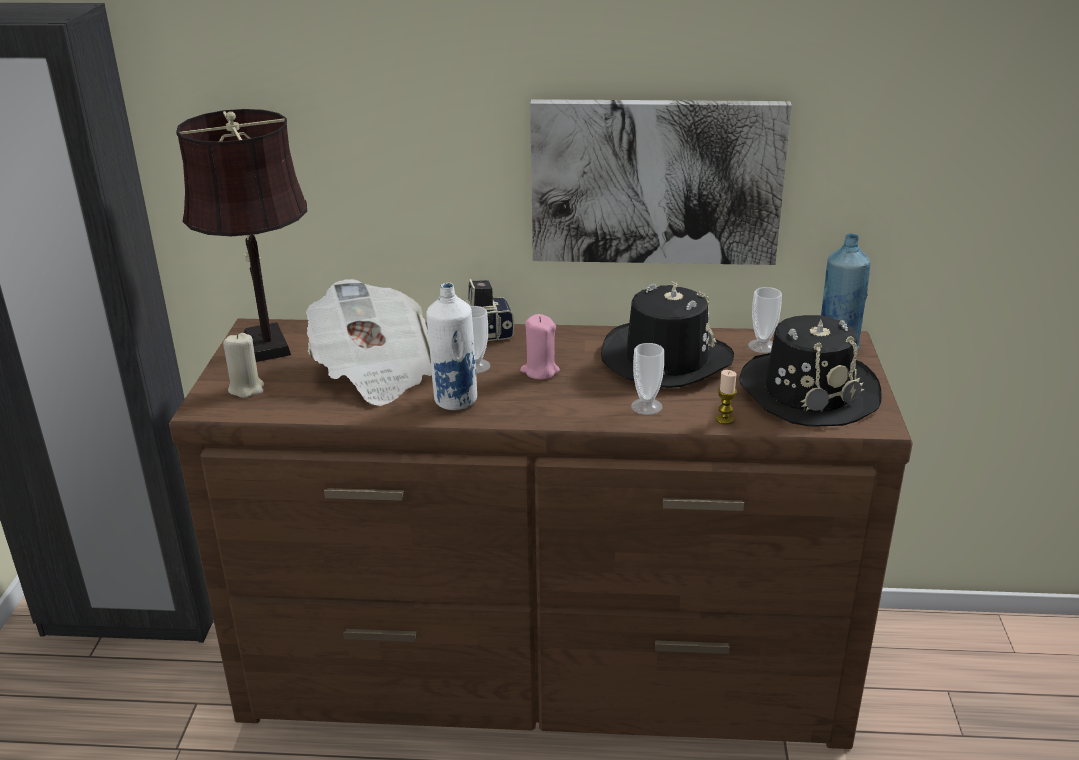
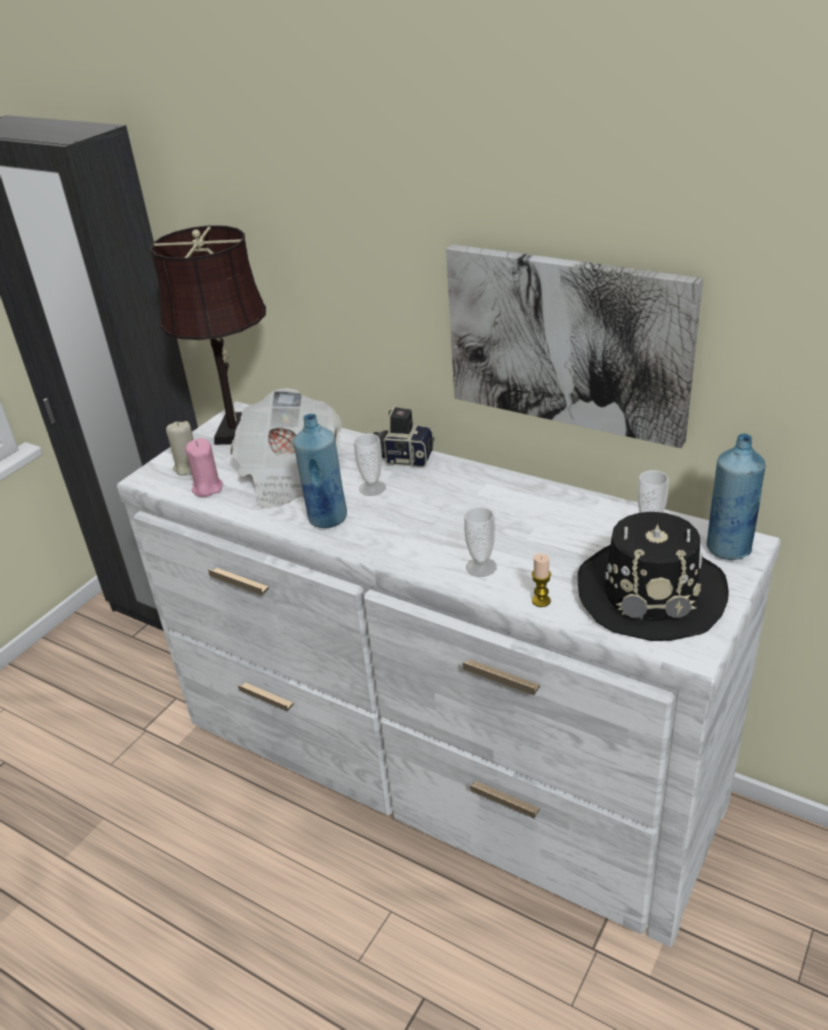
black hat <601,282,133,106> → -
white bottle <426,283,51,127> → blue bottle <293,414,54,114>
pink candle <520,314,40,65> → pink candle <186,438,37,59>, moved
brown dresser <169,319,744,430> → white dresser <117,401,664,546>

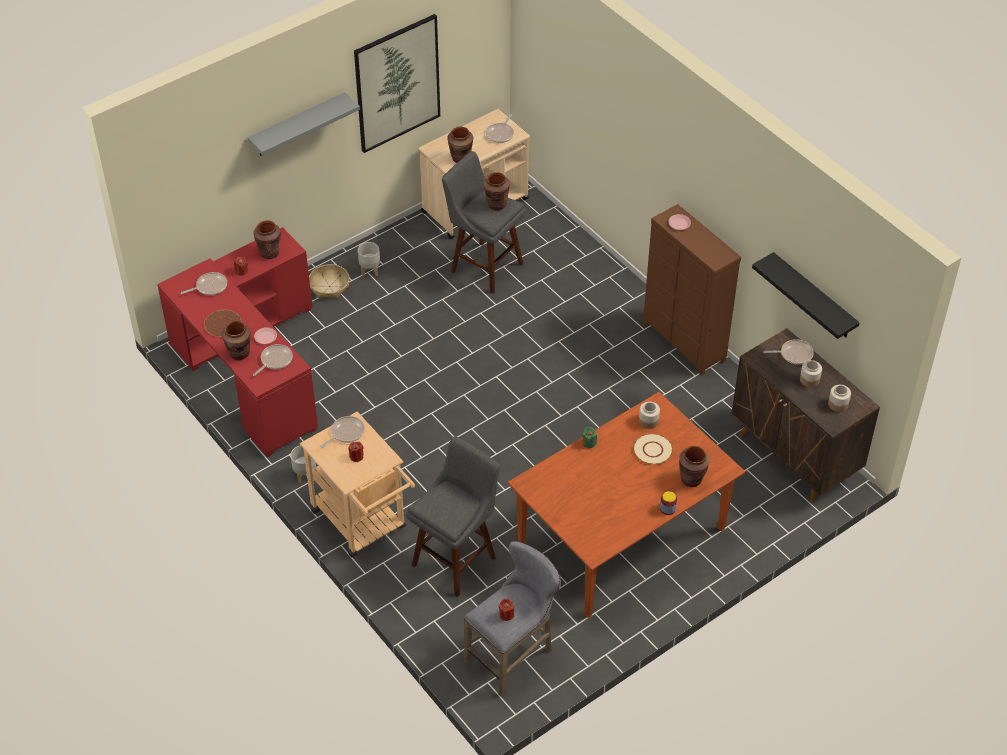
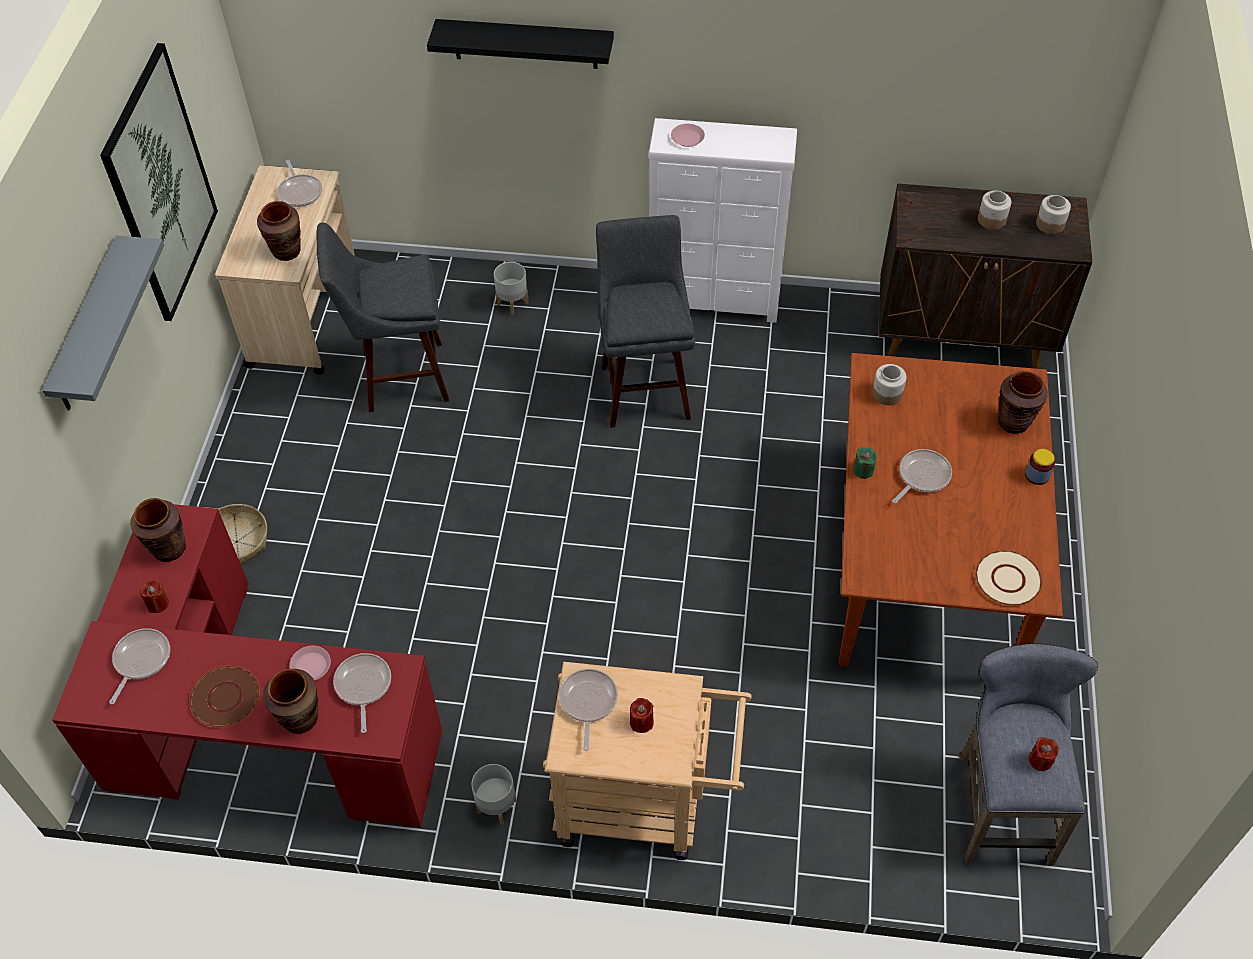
brown vase <484,172,26,39> → -
brown dresser <643,204,98,171> → white dresser <649,118,148,205>
grey planter <358,242,22,34> → grey planter <494,262,35,53>, moved
black shelf <752,252,108,87> → black shelf <427,19,187,50>, moved
frying pan <763,339,51,26> → frying pan <892,449,60,55>, moved
beige plate <633,433,40,32> → beige plate <975,550,67,56>, moved
grey stool <406,437,94,160> → grey stool <596,215,99,213>, moved

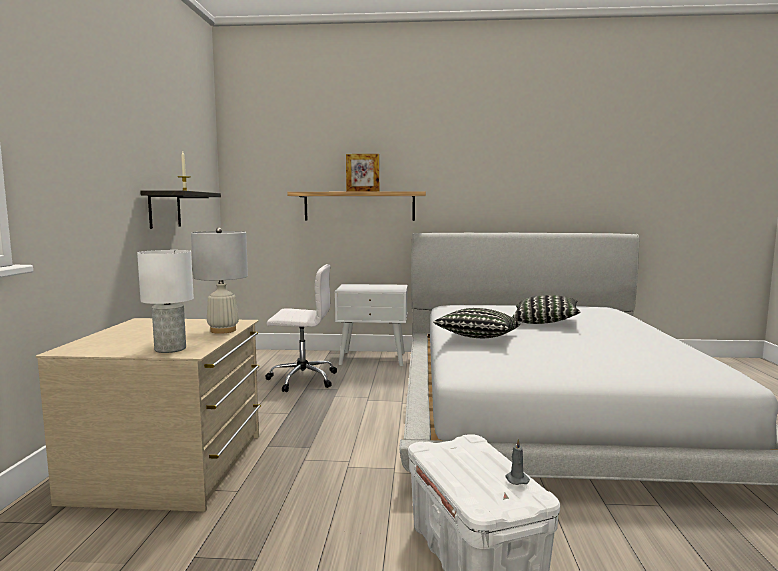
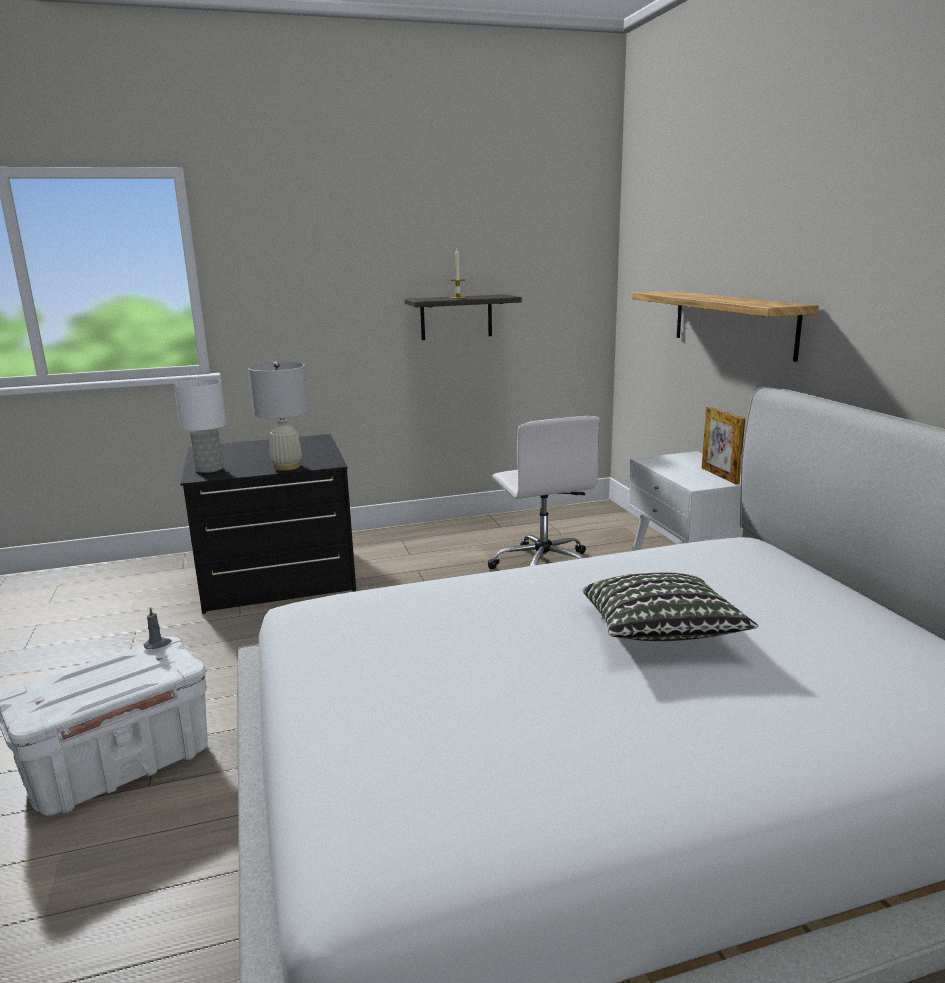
picture frame <346,154,33,38> → picture frame <702,407,43,77>, moved
pillow <433,308,87,30> → -
beige dresser <36,318,225,194> → black dresser <180,434,176,180>
grey candle <505,438,25,47> → grey candle <144,607,28,42>, moved

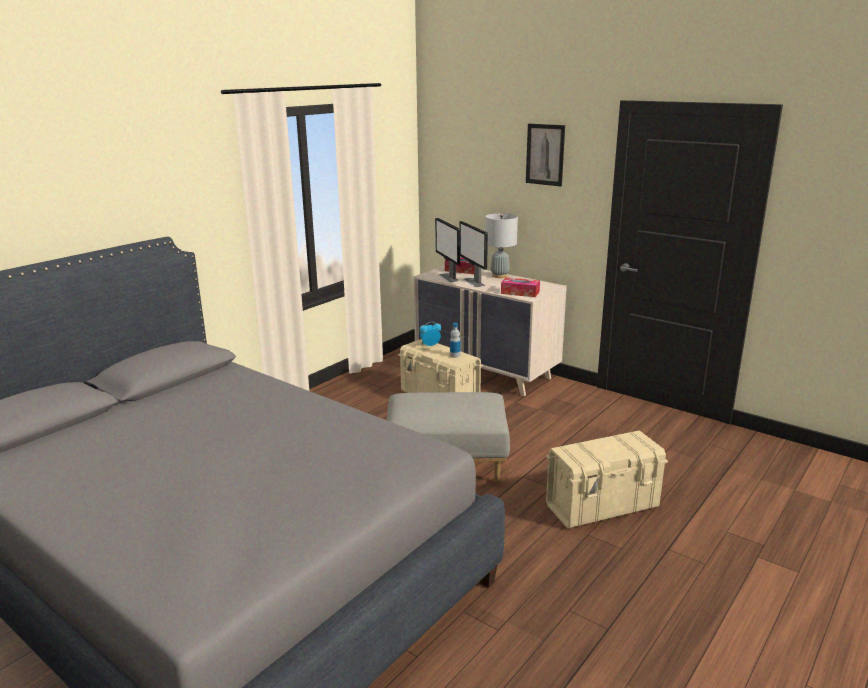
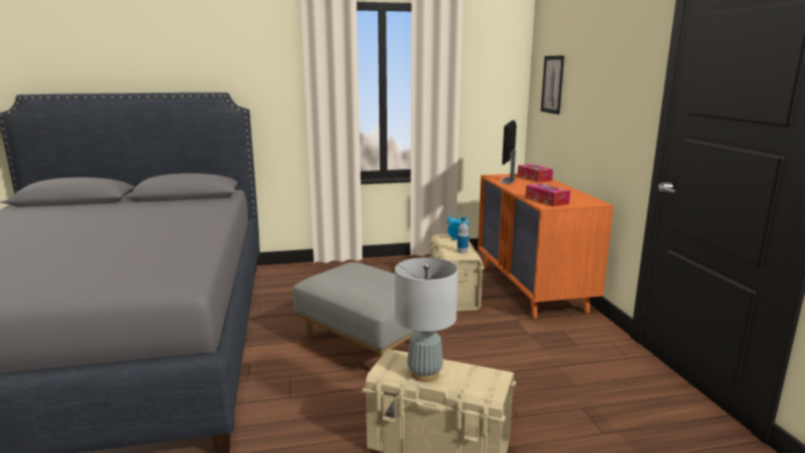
picture <526,124,39,62> → picture <541,55,23,60>, moved
grey table lamp <485,213,33,65> → grey table lamp <395,257,63,125>, moved
monitor <459,221,29,66> → -
beige dresser <413,265,154,131> → orange dresser <478,174,136,145>

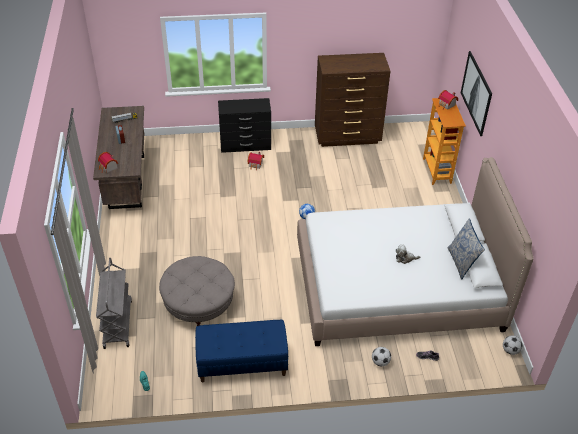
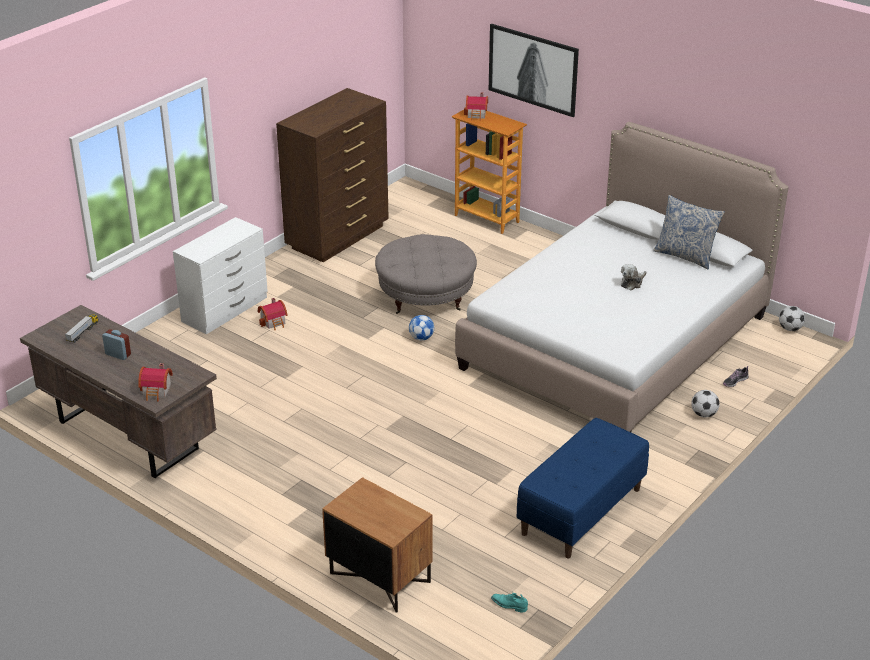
black dresser <218,98,53,55> → white dresser <173,217,95,117>
grey ottoman <159,256,76,70> → grey ottoman <375,234,102,80>, moved
grey cart <96,258,36,91> → brown nightstand <322,477,111,135>

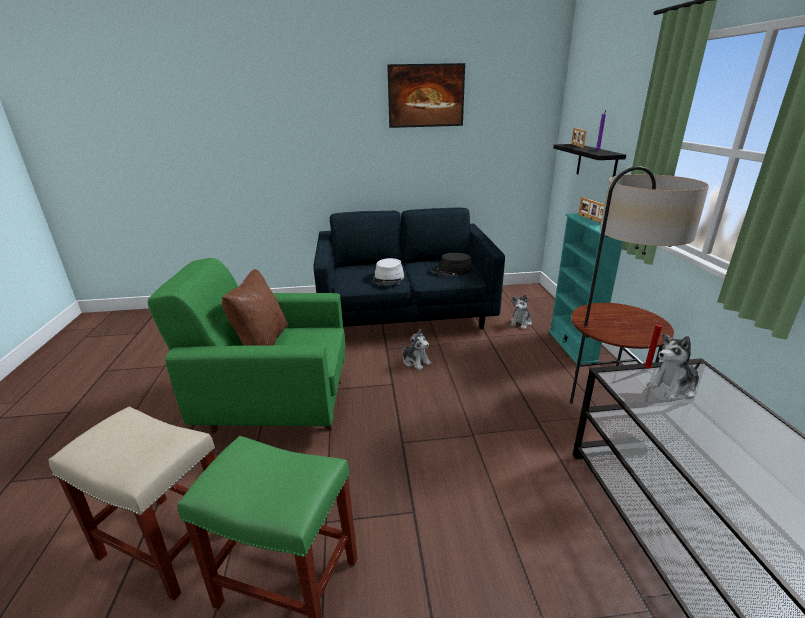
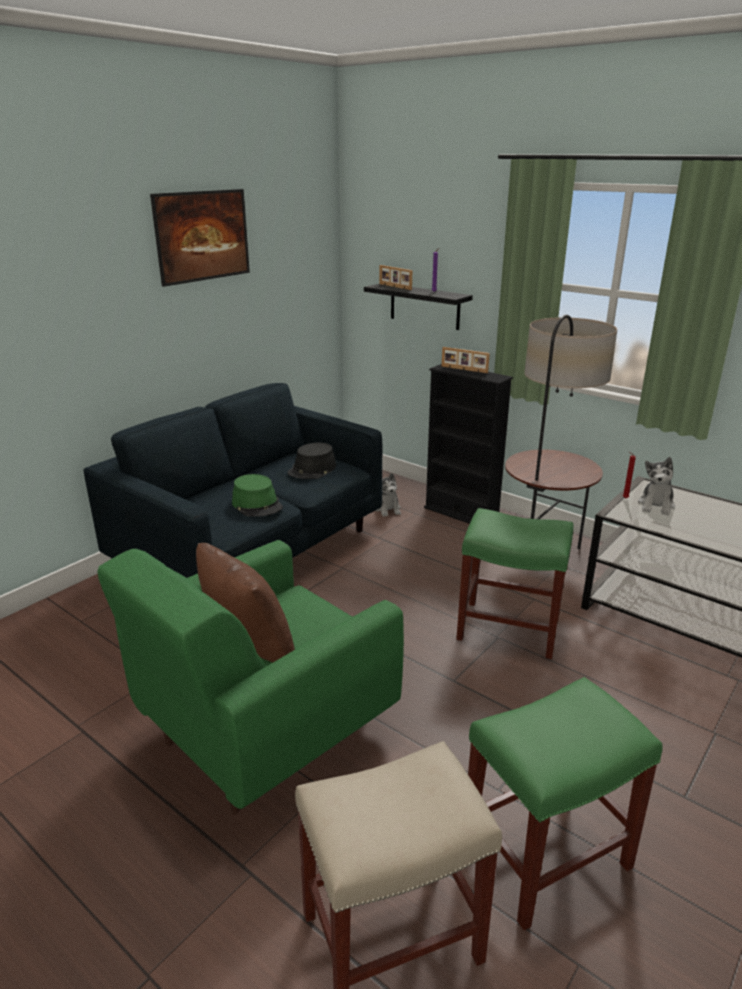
turquoise bookcase <549,213,74,151> → black bookcase <424,364,89,160>
grey hat <372,258,32,27> → green hat <232,474,51,43>
plush toy <401,329,30,41> → -
- → green stool <456,508,117,151>

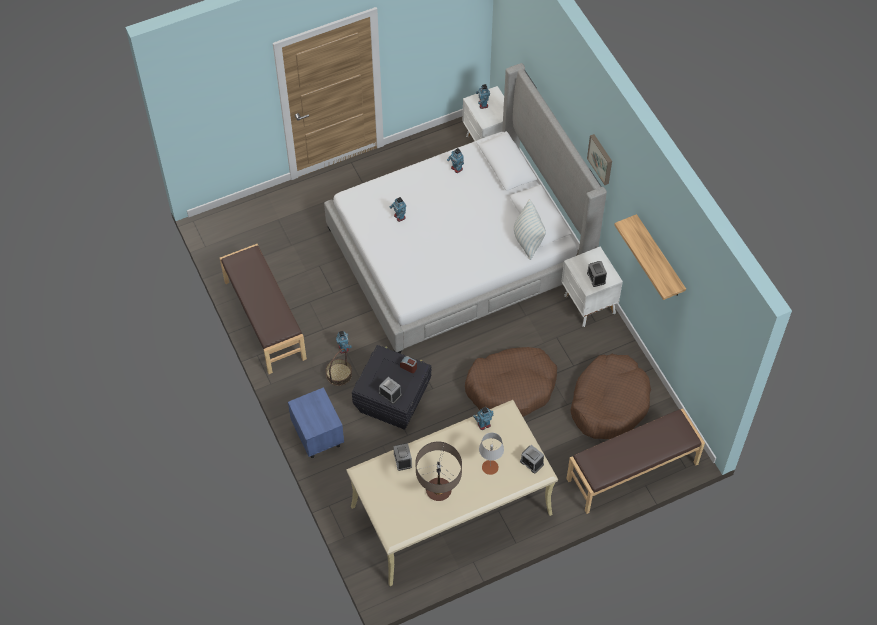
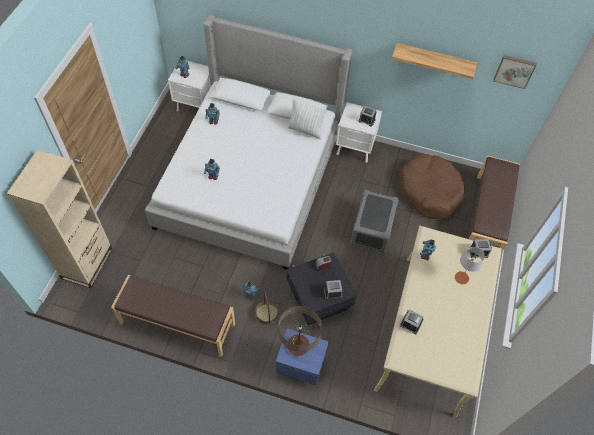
picture <587,134,25,51> → picture <493,55,44,34>, moved
brown dog bed <465,347,92,70> → grey storage box <350,190,49,63>
table lamp <416,442,46,59> → table lamp <278,306,44,50>, moved
- → beige bookcase <7,150,106,138>

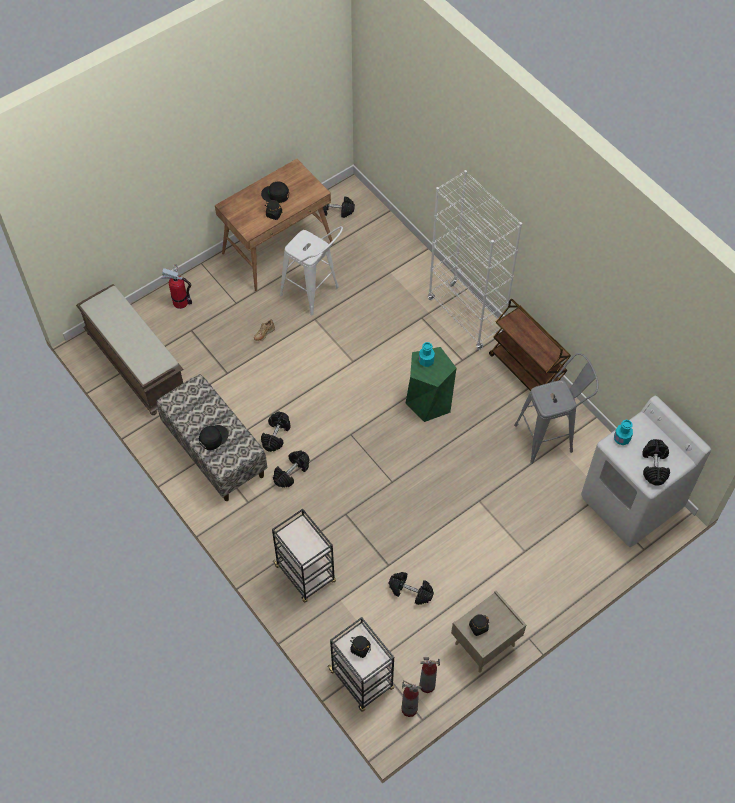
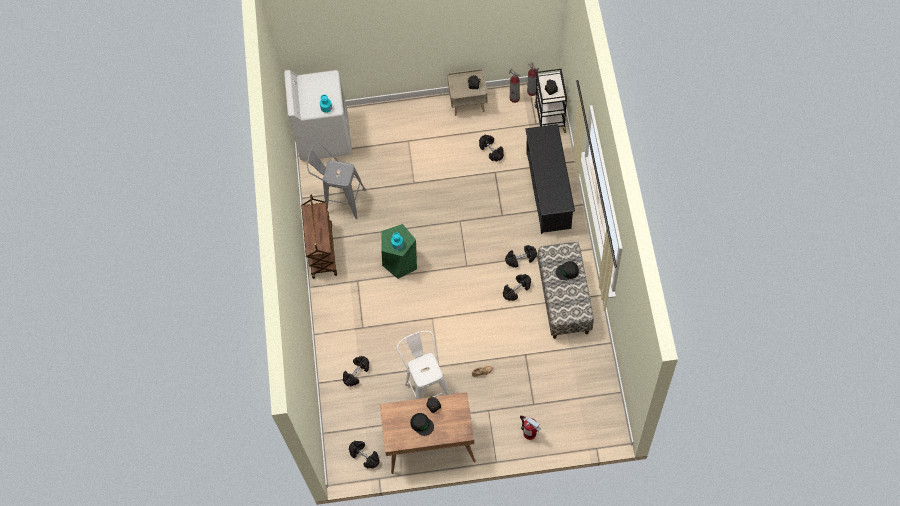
white bookcase <428,170,94,180> → -
brown bench <76,284,107,131> → -
black dumbbell <642,439,28,47> → black dumbbell <343,356,26,30>, moved
black cart <272,509,64,93> → black shoe rack <525,124,50,110>

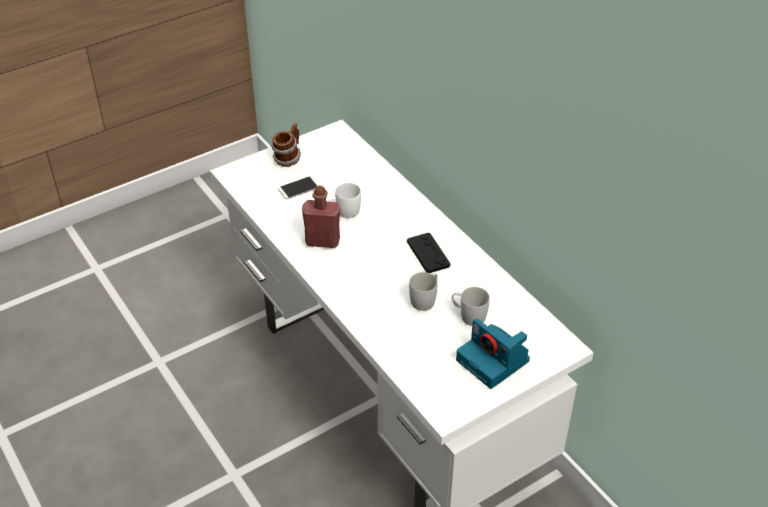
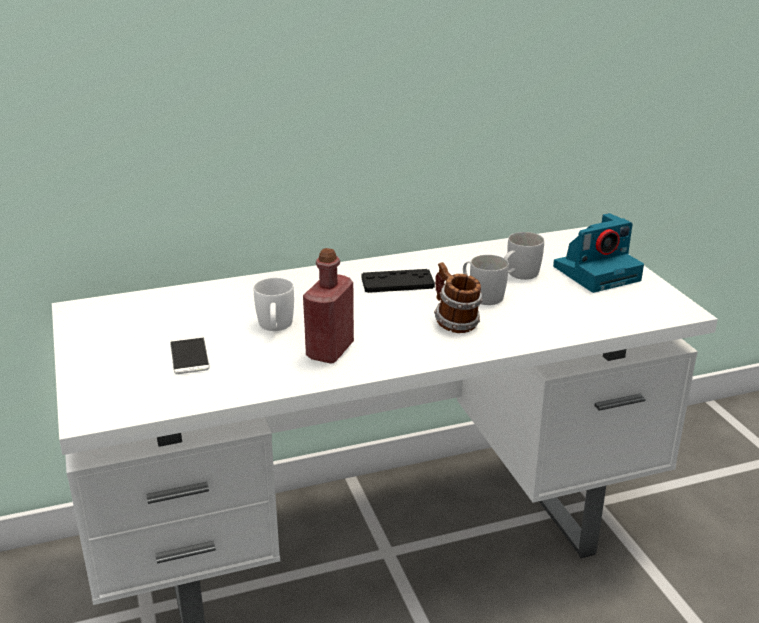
mug <271,123,30,44> → mug <434,262,49,71>, moved

